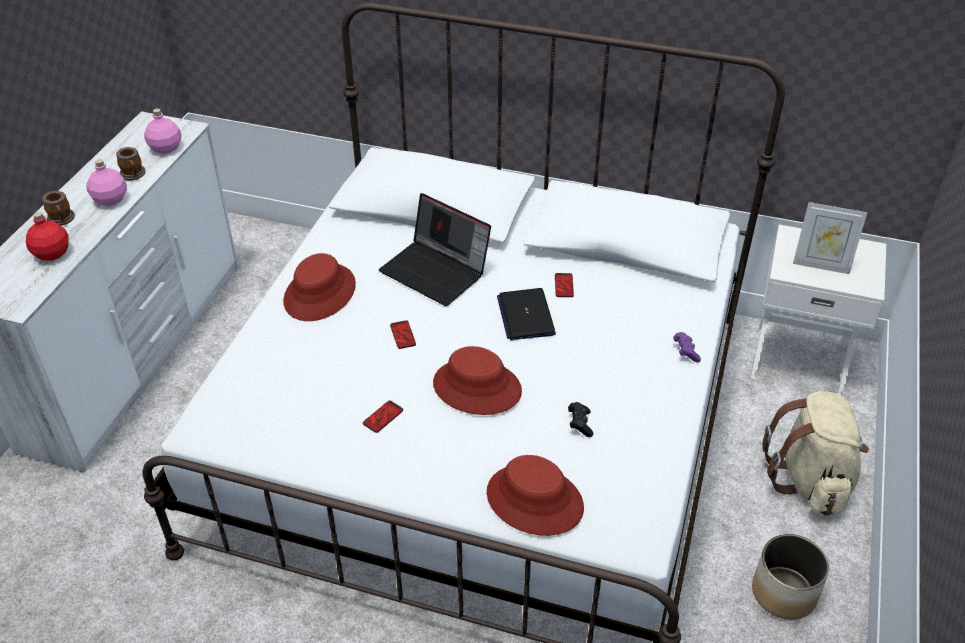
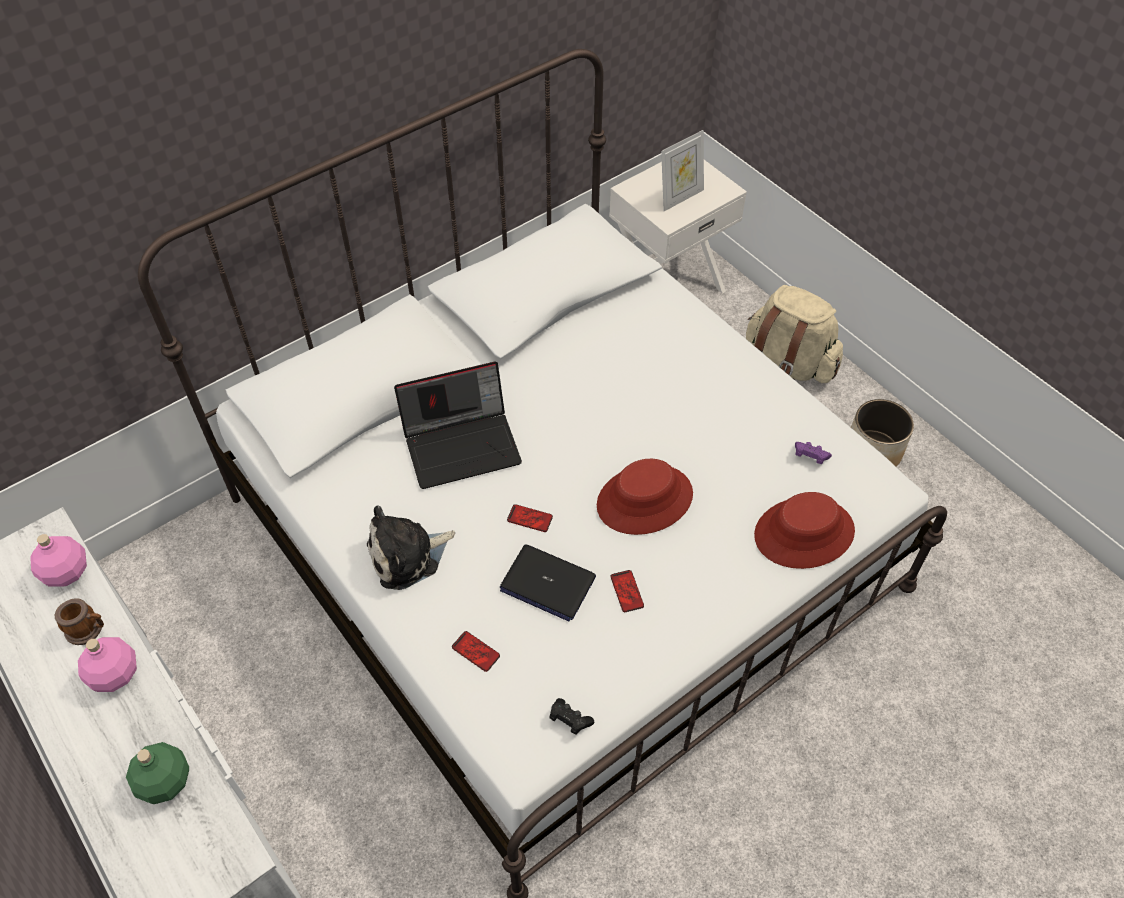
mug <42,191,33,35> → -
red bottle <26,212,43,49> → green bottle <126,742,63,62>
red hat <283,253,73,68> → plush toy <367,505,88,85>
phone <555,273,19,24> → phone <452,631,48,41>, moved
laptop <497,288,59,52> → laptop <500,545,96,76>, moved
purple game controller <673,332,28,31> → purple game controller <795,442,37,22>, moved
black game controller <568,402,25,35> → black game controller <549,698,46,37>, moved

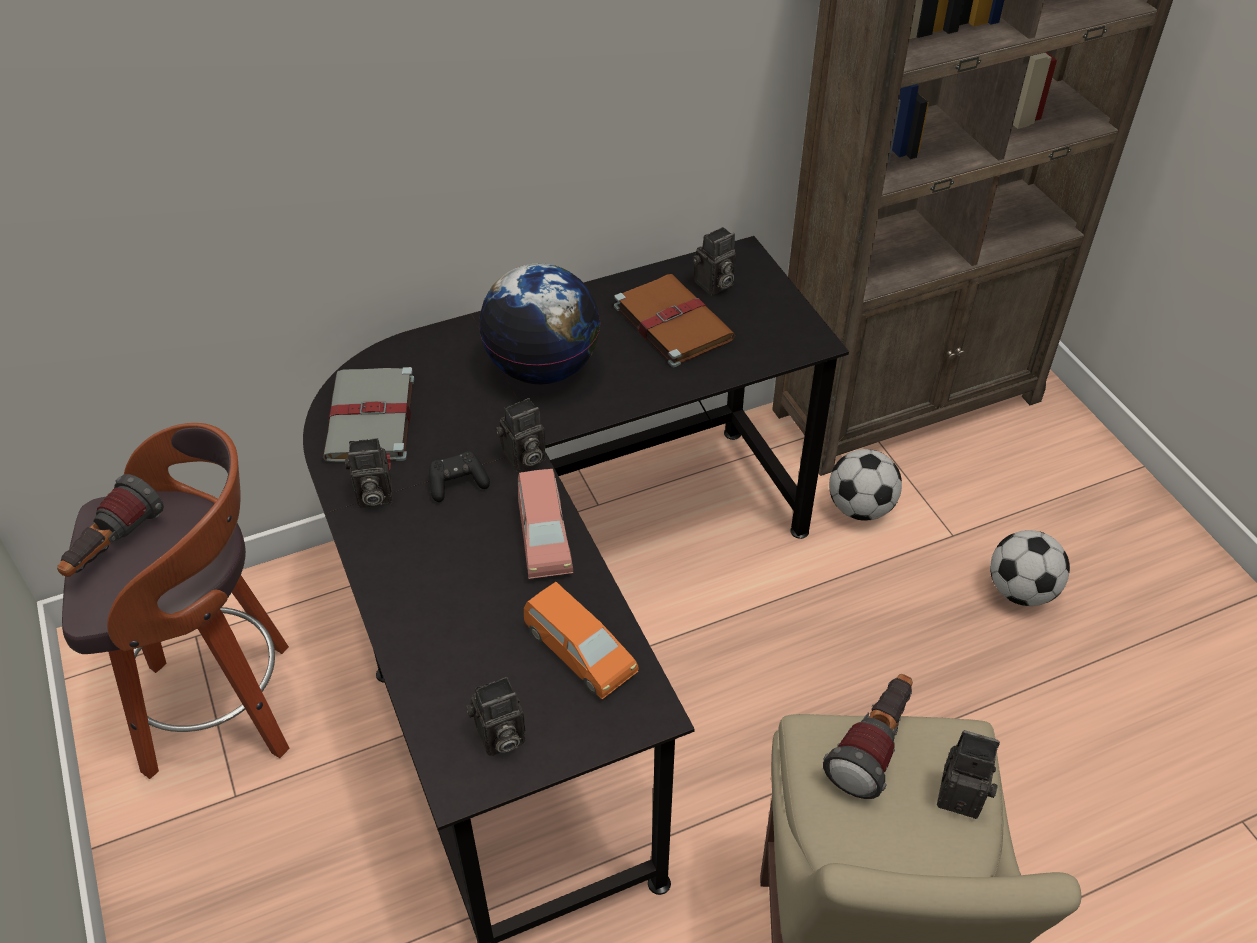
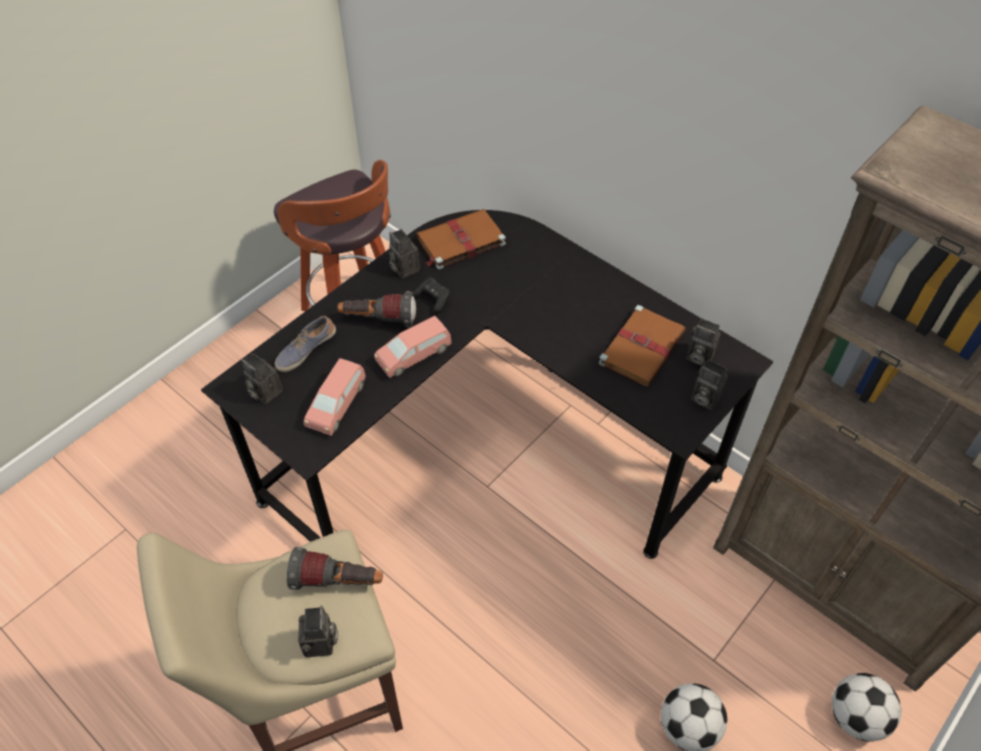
globe <479,263,121,121> → -
grey book <323,367,91,102> → brown book <416,209,90,61>
photo camera <495,398,51,74> → photo camera <691,359,37,51>, moved
football <829,449,73,72> → football <832,673,69,69>, moved
flashlight <57,474,107,103> → flashlight <337,291,79,36>, moved
orange toy car <524,582,115,117> → pink toy car <303,358,63,78>
- → shoe <275,316,61,56>

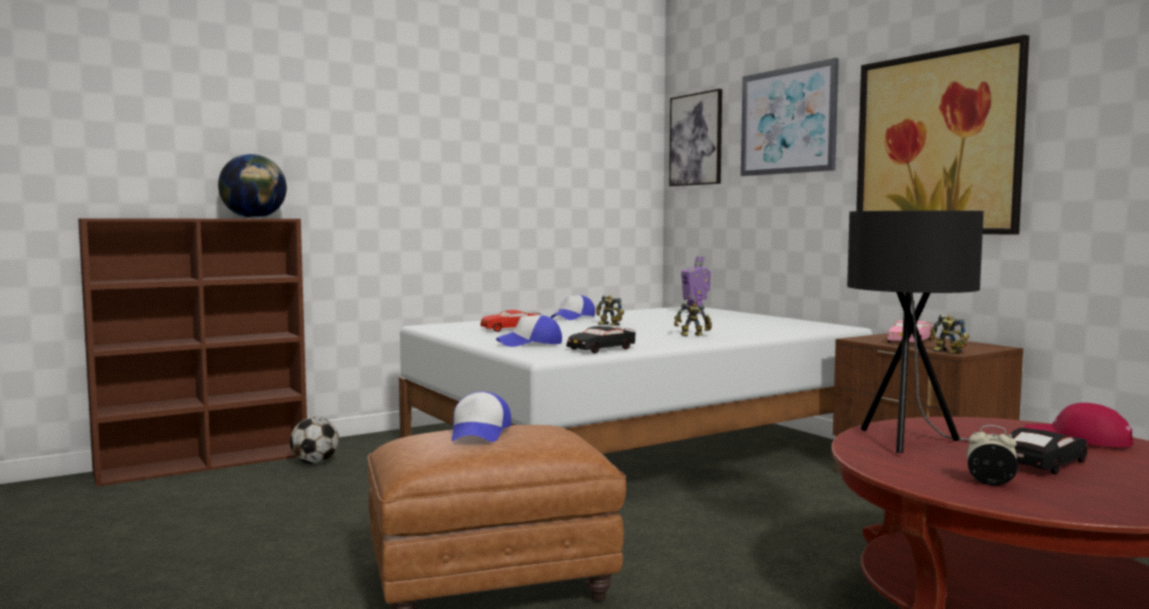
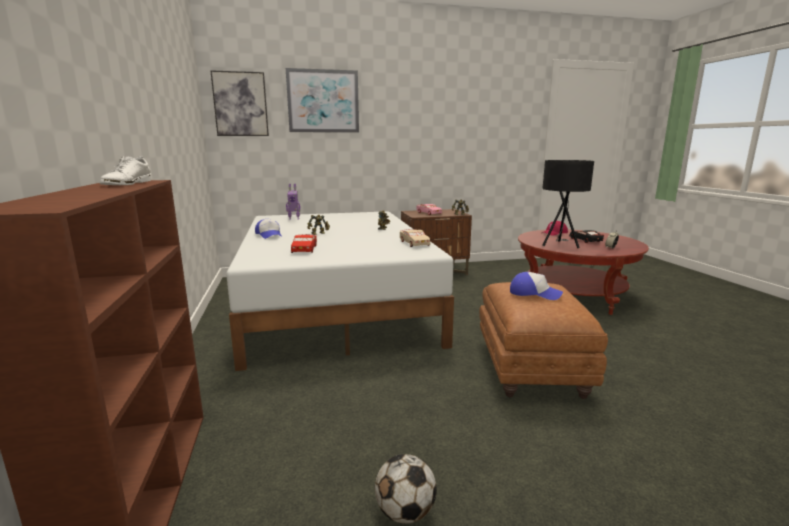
picture <856,35,173,200> → -
globe <218,154,69,64> → white shoe <100,156,52,29>
cap <496,315,66,32> → -
black toy car <566,326,70,27> → beige toy car <400,229,31,18>
football <290,417,49,47> → football <375,454,62,70>, moved

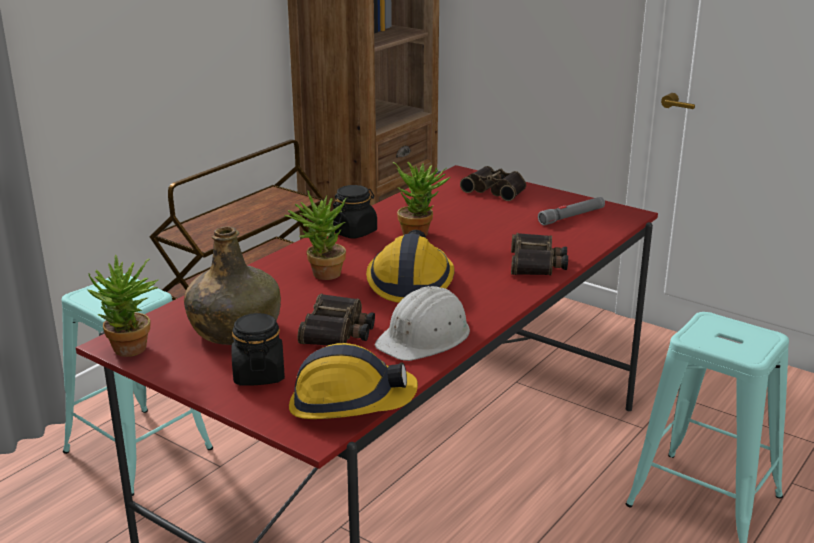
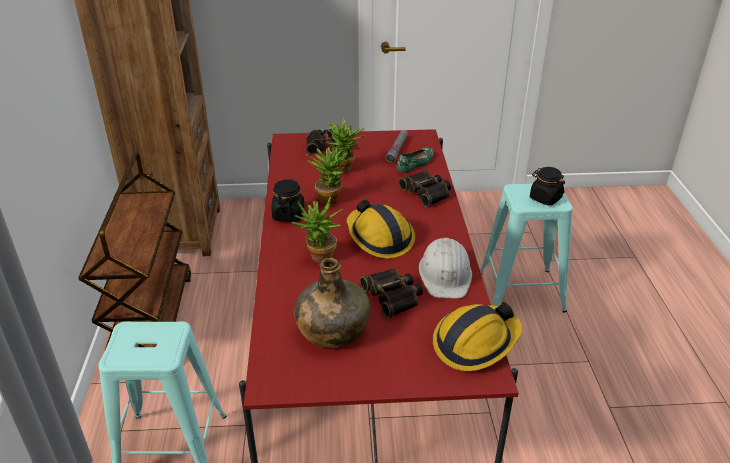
potted plant <88,254,70,103> → potted plant <326,116,39,58>, moved
black jar <231,313,54,73> → black jar <530,167,35,39>, moved
- → green shoe <397,148,37,25>

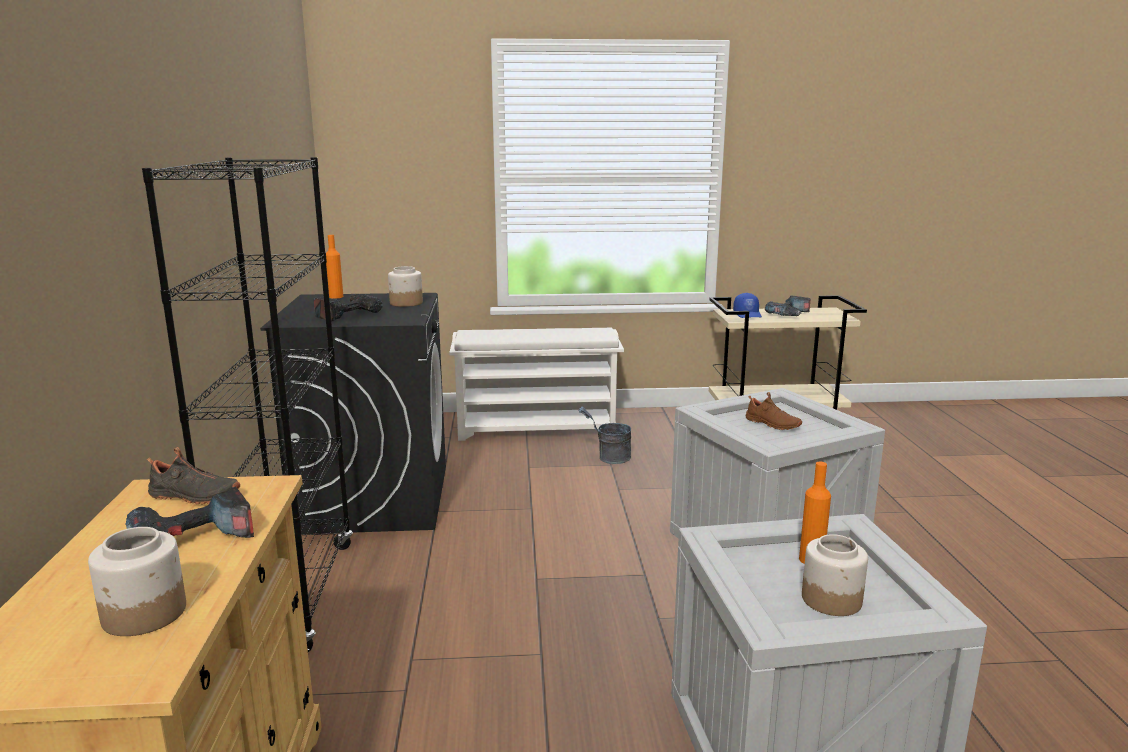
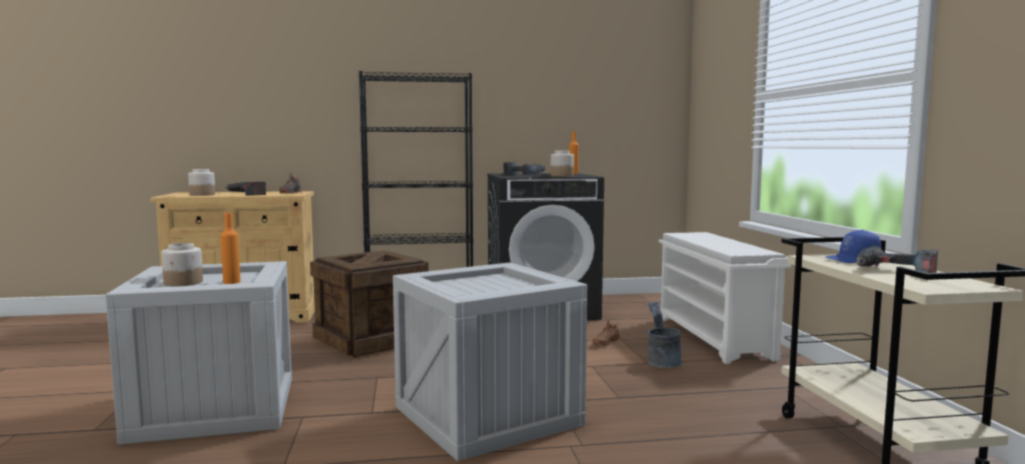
brown shoe <745,392,57,38> → brown shoe <593,319,27,27>, moved
- → crate <310,250,119,108>

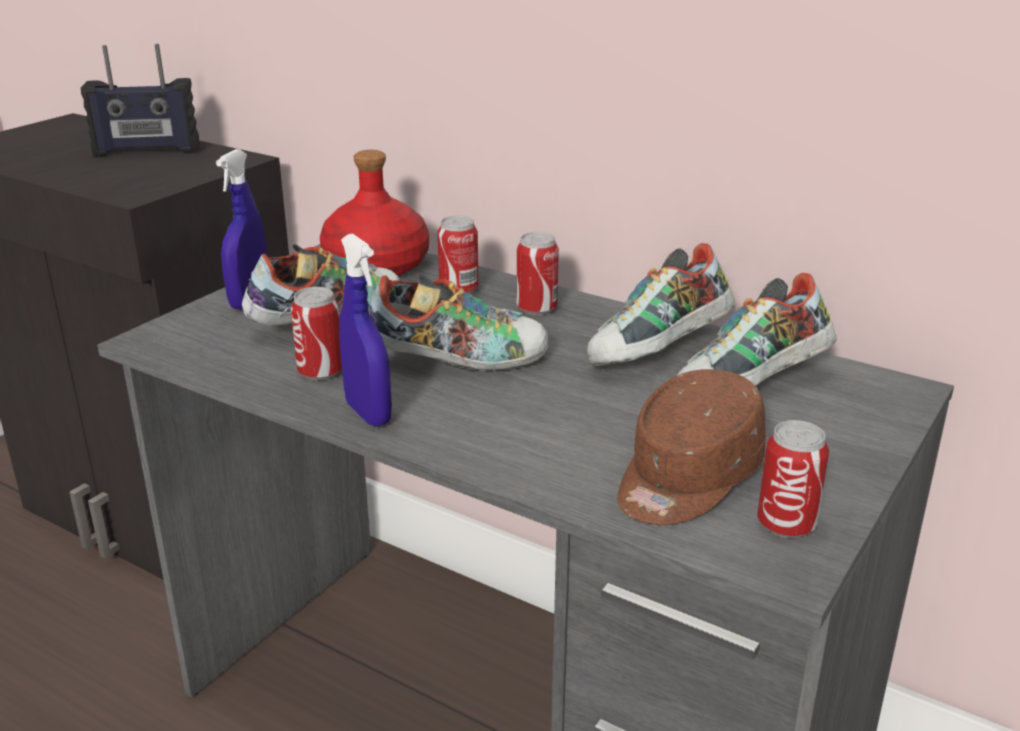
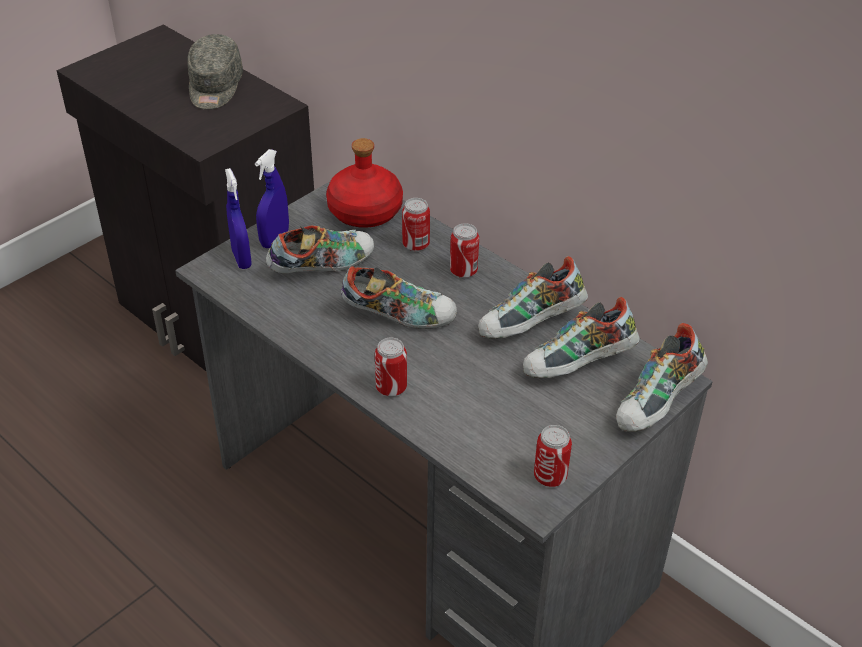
radio <81,44,119,113> → grey cap <187,34,56,75>
blue spray bottle <339,233,53,193> → blue spray bottle <225,168,27,101>, moved
can <291,287,51,94> → can <375,337,32,59>, moved
brown cap <617,369,149,156> → -
- → shoe <616,323,92,109>

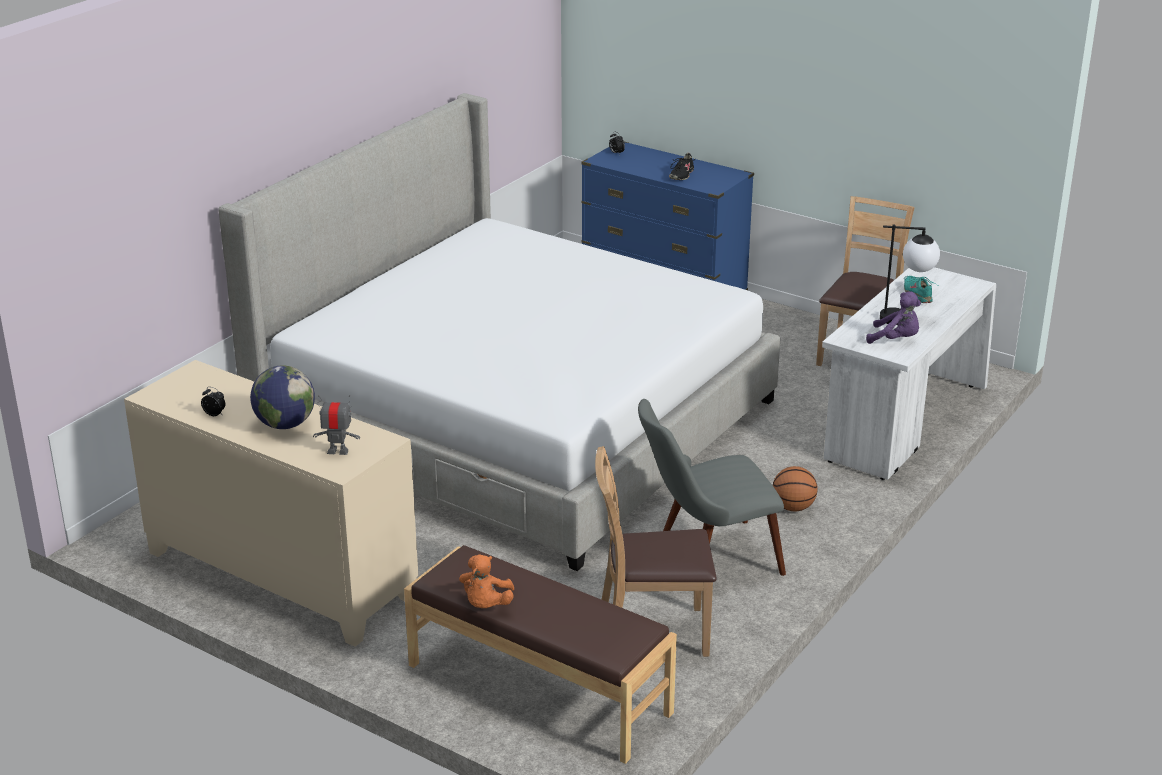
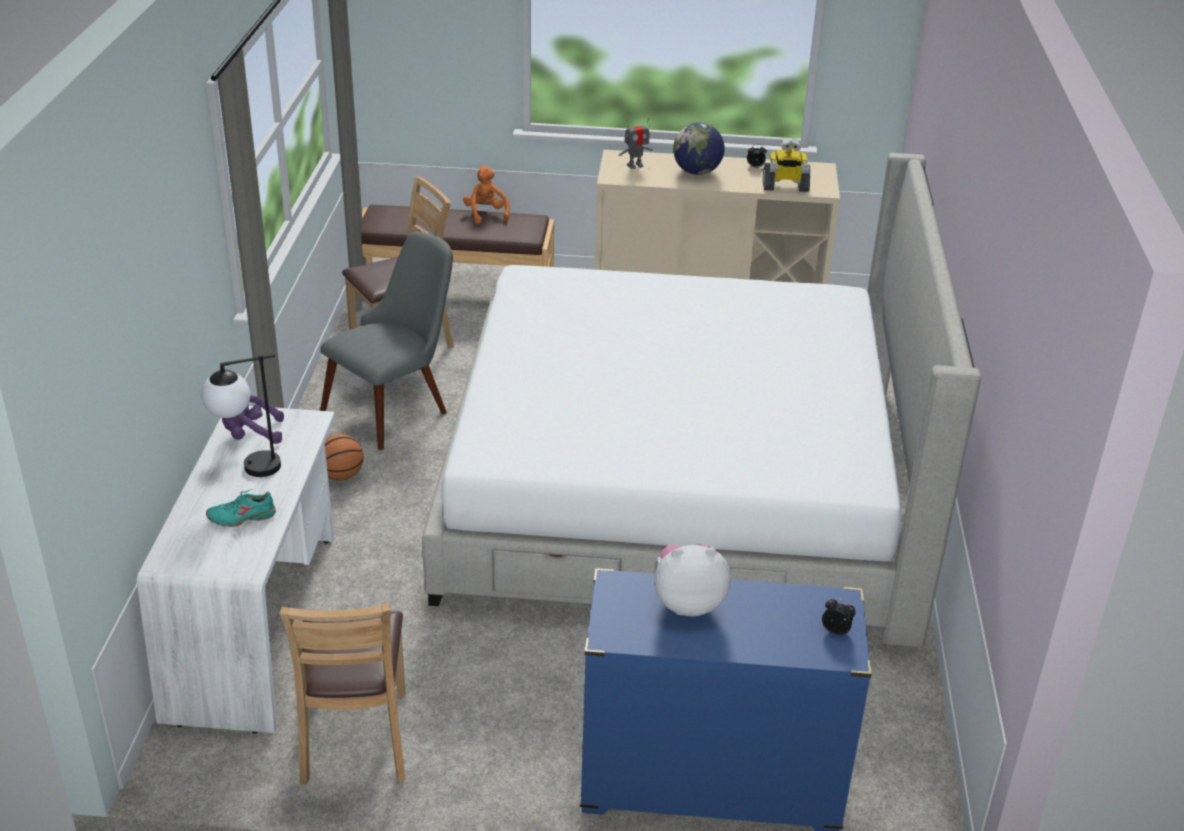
black shoe <669,153,28,27> → plush toy <654,544,77,72>
turquoise shoe <904,276,33,27> → turquoise shoe <206,489,70,38>, 120 degrees clockwise
- → toy robot <763,137,47,55>

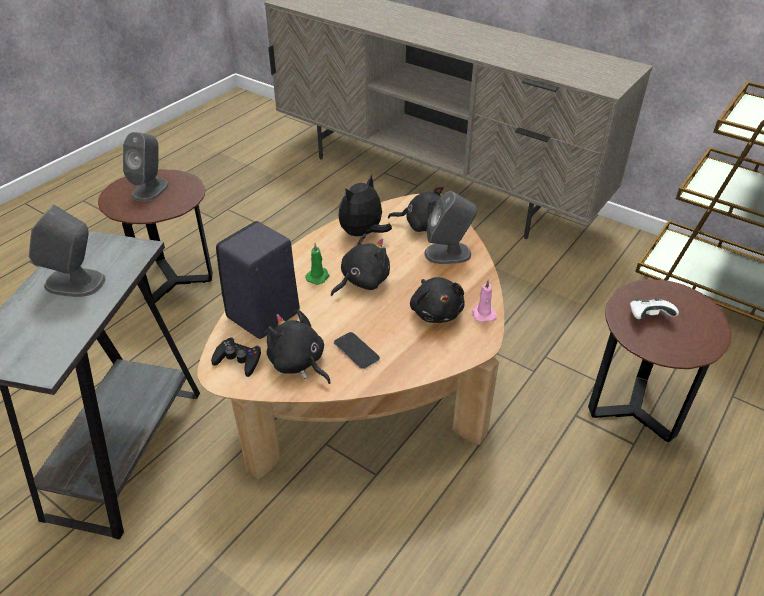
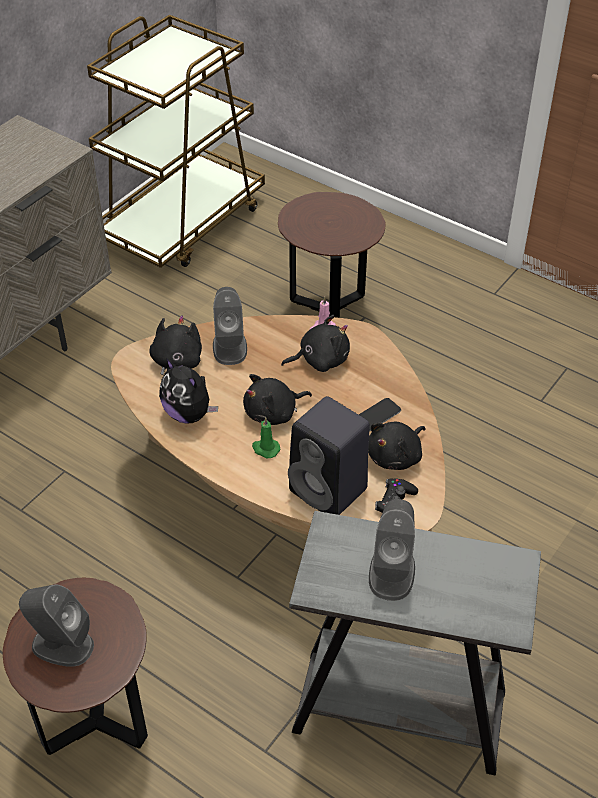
black plush toy <331,234,59,62> → black plush toy <243,374,69,51>, 75 degrees counterclockwise
white game controller <630,298,49,21> → -

